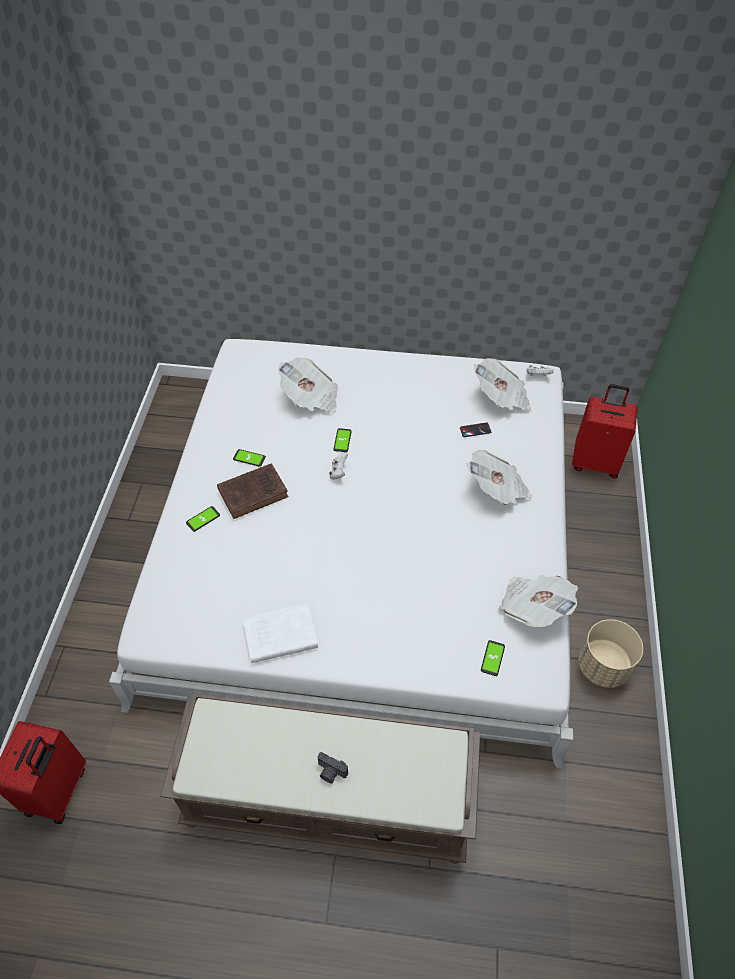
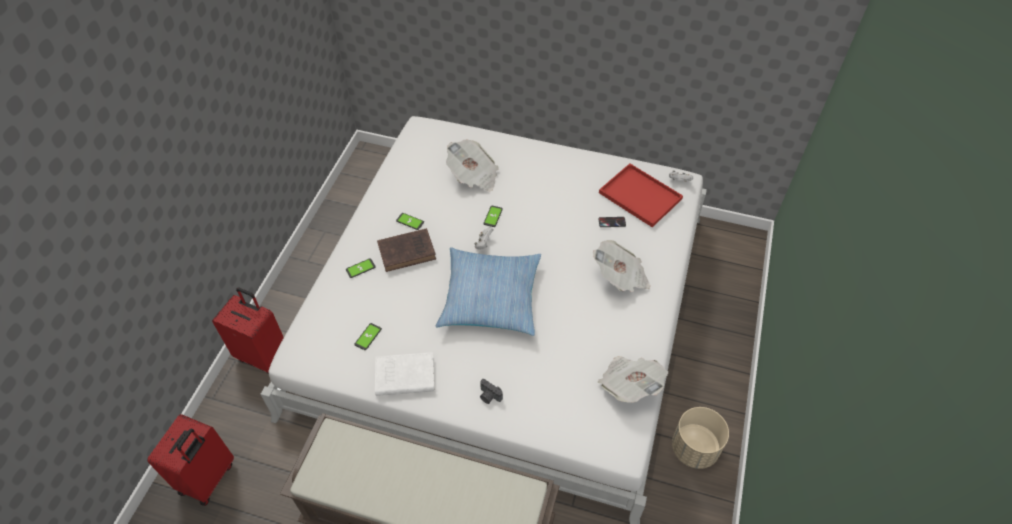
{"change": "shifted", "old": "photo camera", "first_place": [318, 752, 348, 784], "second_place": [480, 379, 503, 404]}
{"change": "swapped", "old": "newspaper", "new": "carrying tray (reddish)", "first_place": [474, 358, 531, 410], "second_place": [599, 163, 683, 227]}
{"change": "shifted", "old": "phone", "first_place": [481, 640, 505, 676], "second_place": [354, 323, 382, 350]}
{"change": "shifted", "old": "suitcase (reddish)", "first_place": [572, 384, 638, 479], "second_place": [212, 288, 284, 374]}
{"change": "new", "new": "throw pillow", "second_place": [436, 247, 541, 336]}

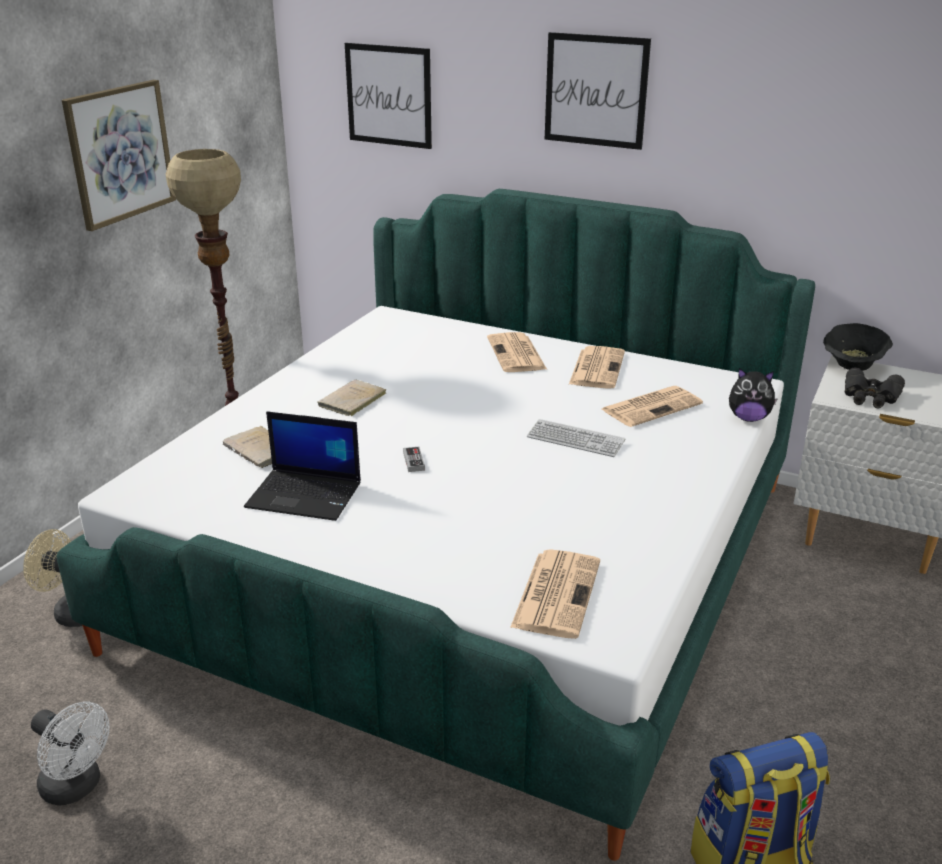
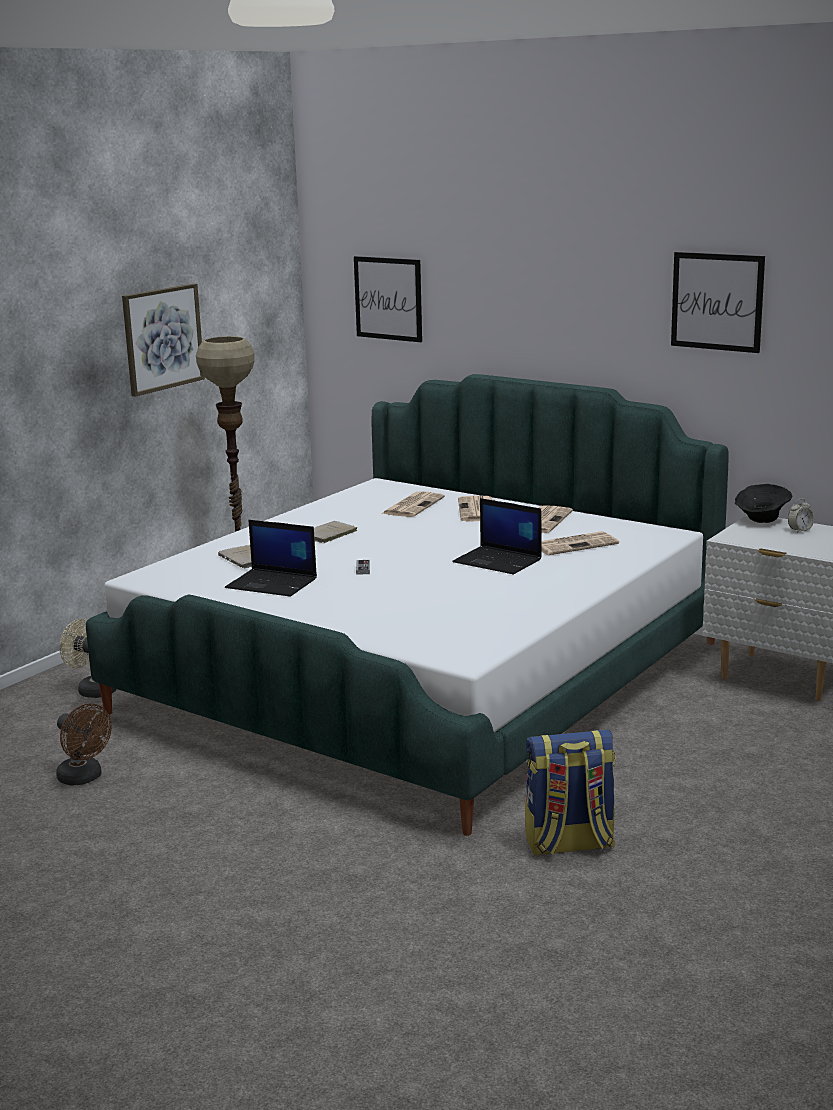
{"change": "repainted", "old": "cooling fan (whitish)", "new": "cooling fan (brown-coloured)", "first_place": [31, 702, 110, 806], "second_place": [56, 704, 112, 786]}
{"change": "shifted", "old": "newspaper", "first_place": [510, 549, 600, 639], "second_place": [382, 491, 445, 517]}
{"change": "swapped", "old": "PC keyboard", "new": "portable computer", "first_place": [527, 419, 625, 457], "second_place": [452, 498, 542, 574]}
{"change": "shifted", "old": "picture", "first_place": [545, 32, 651, 150], "second_place": [671, 252, 765, 353]}
{"change": "gone", "old": "plush toy", "first_place": [729, 368, 778, 422]}
{"change": "gone", "old": "binoculars (black-coloured)", "first_place": [845, 368, 905, 408]}
{"change": "new", "new": "bedside clock", "second_place": [788, 499, 814, 533]}

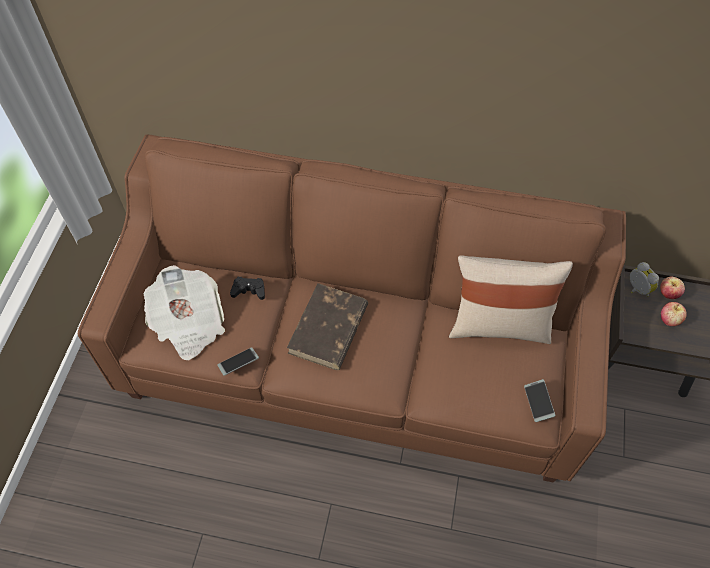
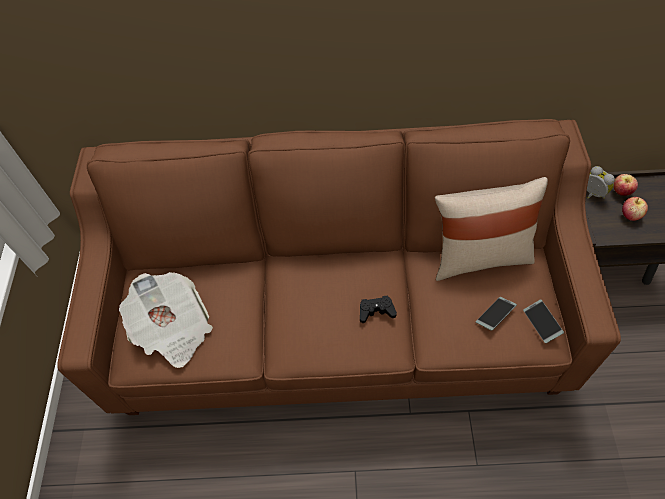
{"change": "shifted", "old": "phone", "first_place": [217, 347, 259, 376], "second_place": [476, 297, 517, 331]}
{"change": "shifted", "old": "game controller (black-coloured)", "first_place": [230, 277, 265, 300], "second_place": [360, 296, 397, 323]}
{"change": "gone", "old": "bound book (brown-coloured)", "first_place": [287, 283, 368, 370]}

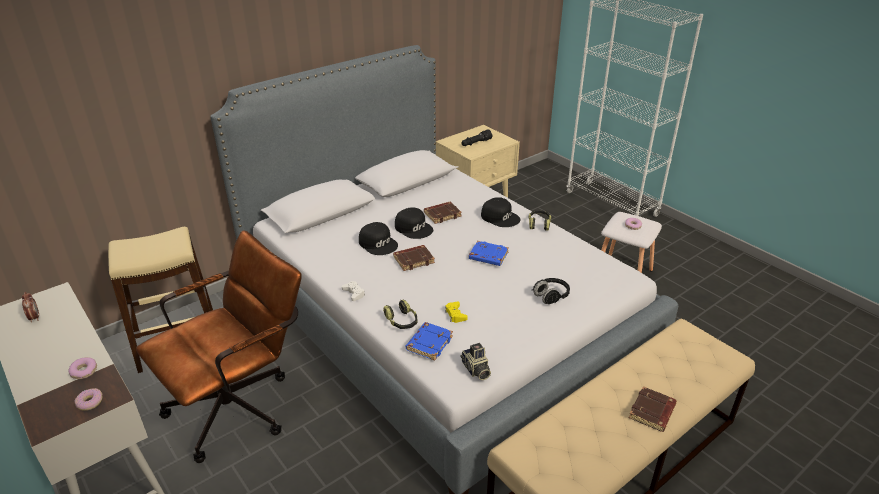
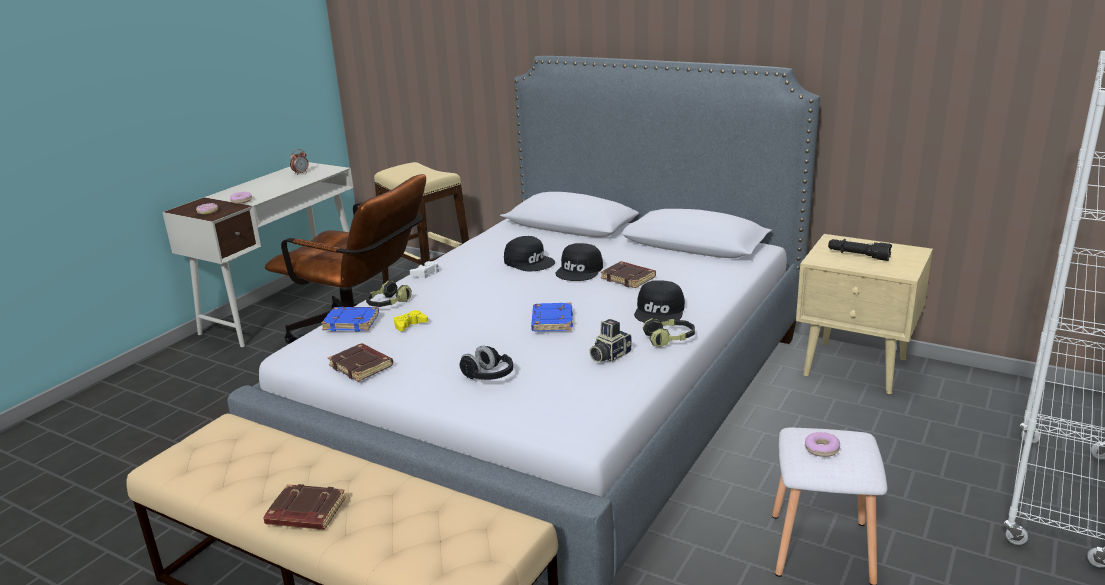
{"change": "rotated", "old": "cap (black-coloured)", "first_place": [359, 222, 398, 255], "second_place": [504, 236, 555, 271], "degrees": -75}
{"change": "shifted", "old": "bound book (brown-coloured)", "first_place": [393, 245, 435, 271], "second_place": [328, 343, 393, 382]}
{"change": "shifted", "old": "photo camera", "first_place": [460, 343, 491, 380], "second_place": [589, 319, 632, 362]}

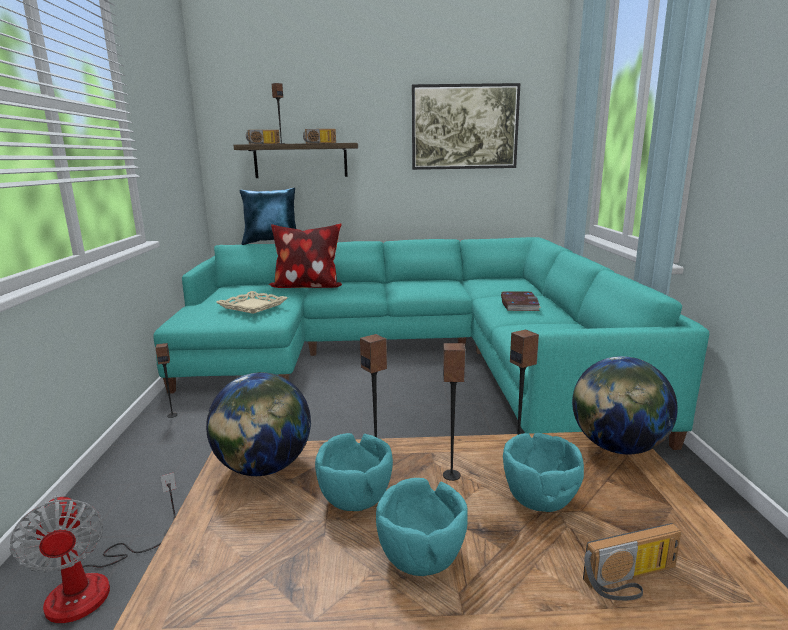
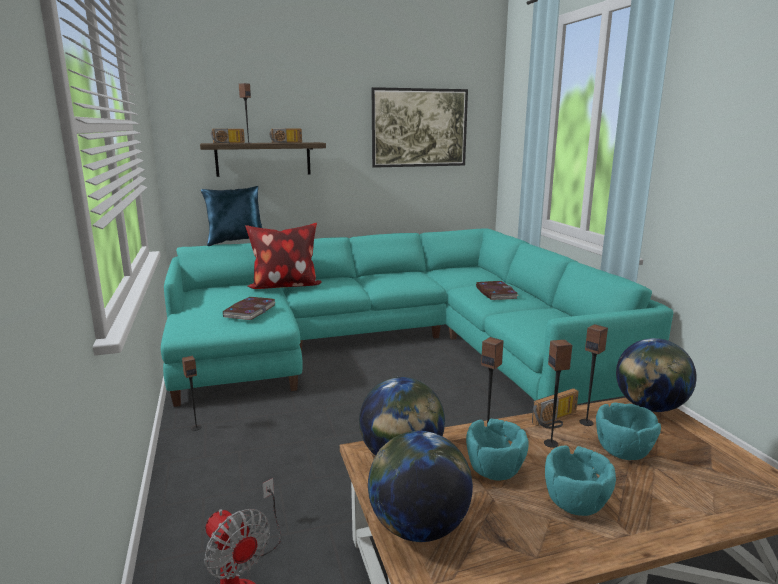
{"change": "swapped", "old": "carrying tray (beige-coloured)", "new": "bound book", "first_place": [216, 291, 288, 314], "second_place": [223, 297, 275, 320]}
{"change": "shifted", "old": "radio receiver", "first_place": [583, 523, 681, 601], "second_place": [532, 388, 578, 429]}
{"change": "new", "new": "world globe", "second_place": [368, 431, 473, 542]}

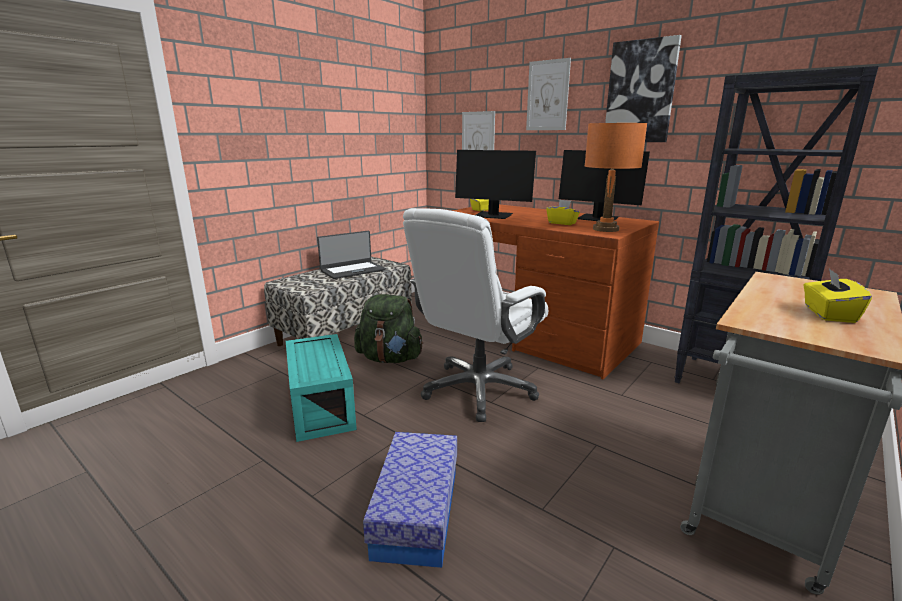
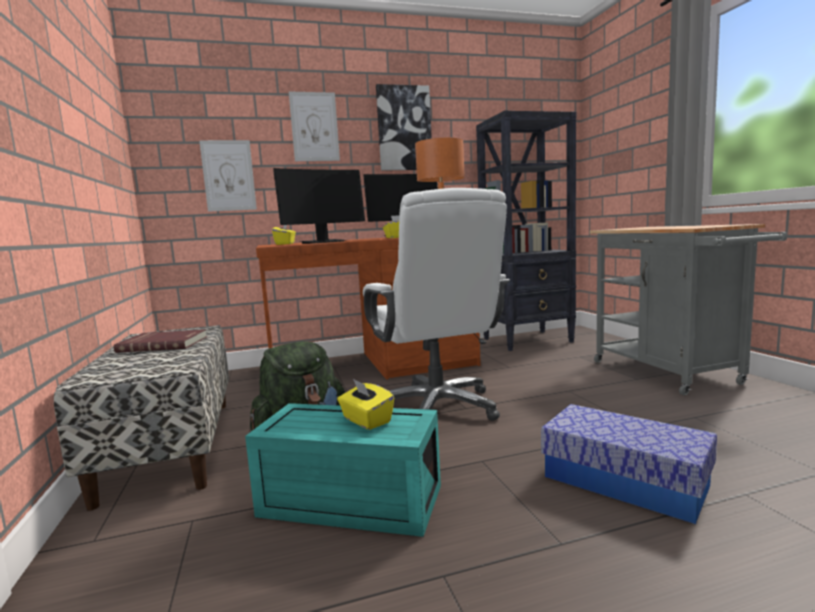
{"change": "swapped", "old": "portable computer", "new": "bound book (reddish)", "first_place": [317, 231, 386, 279], "second_place": [114, 329, 207, 353]}
{"change": "shifted", "old": "tissue box (yellowish)", "first_place": [804, 268, 872, 323], "second_place": [337, 379, 394, 430]}

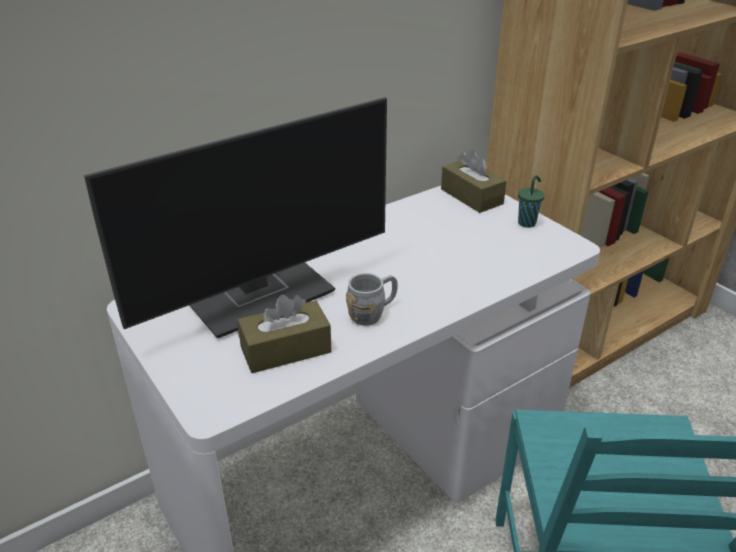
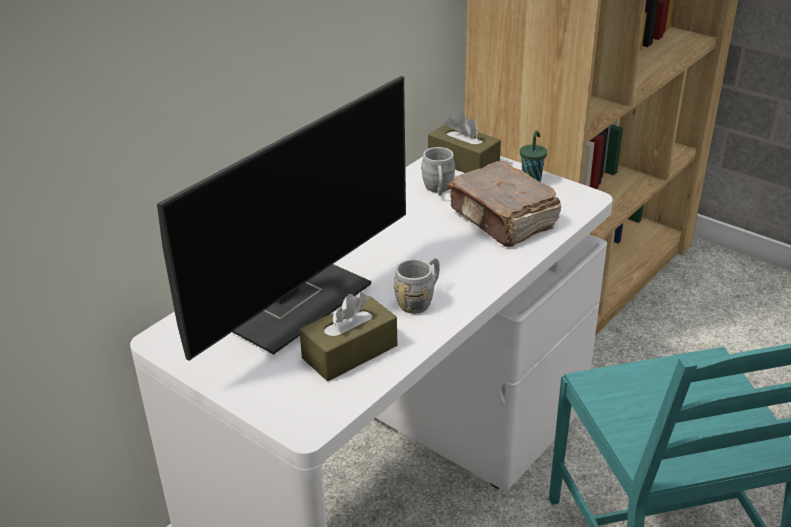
{"change": "new", "new": "tea mug (greyish)", "second_place": [421, 147, 455, 195]}
{"change": "new", "new": "bound book (brown-coloured)", "second_place": [447, 161, 561, 247]}

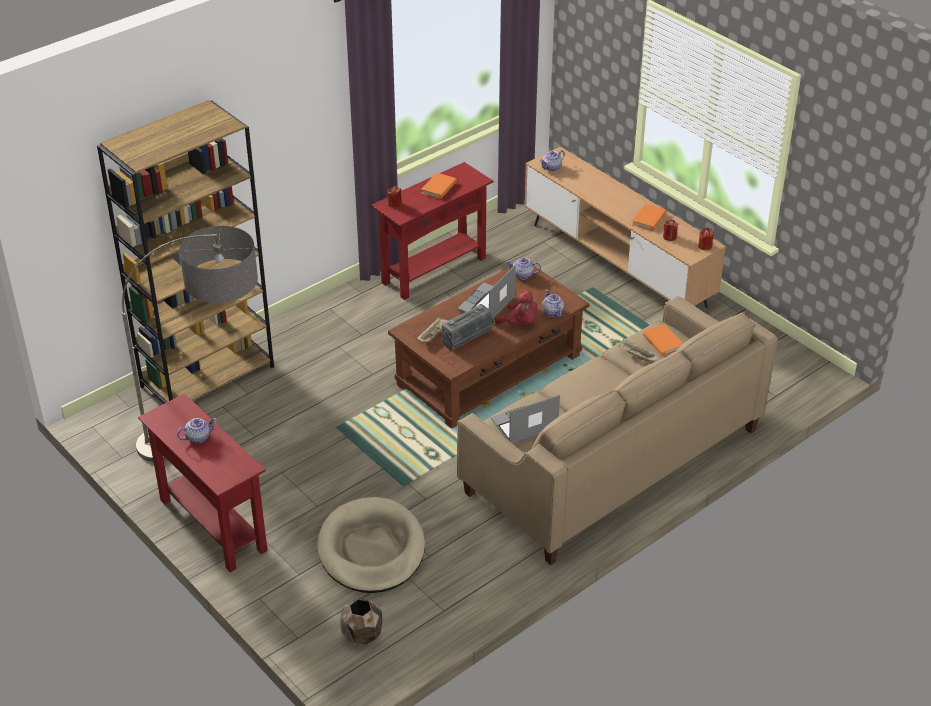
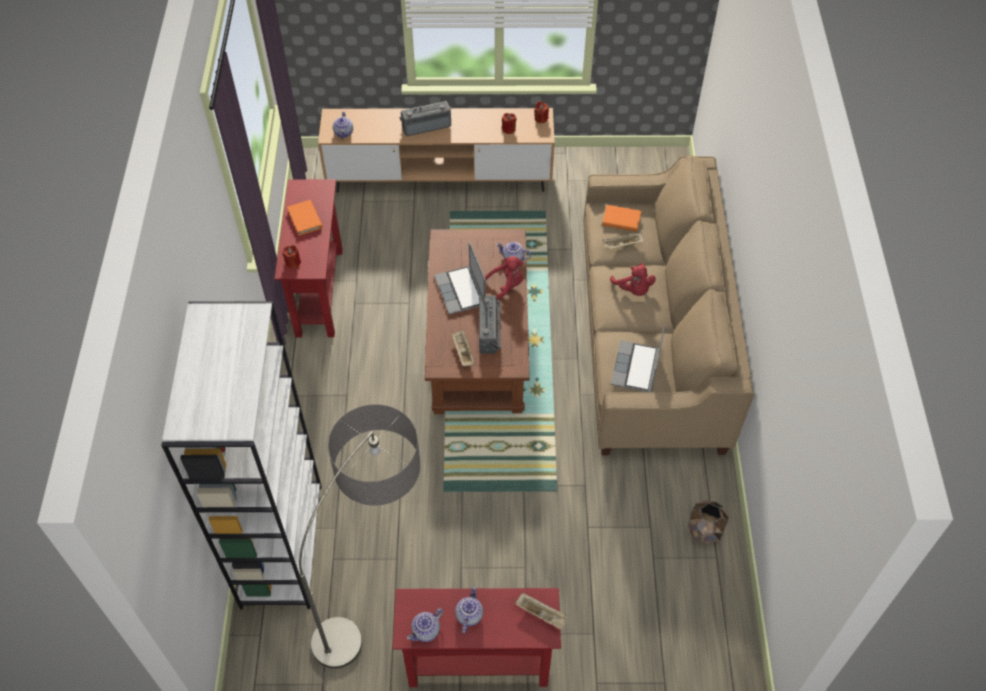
{"change": "repainted", "old": "shelving unit (brown-coloured)", "new": "shelving unit (whitish)", "first_place": [97, 100, 274, 404], "second_place": [161, 301, 322, 610]}
{"change": "gone", "old": "dog cushion (beige-coloured)", "first_place": [317, 497, 425, 593]}
{"change": "shifted", "old": "flower pot (brown-coloured)", "first_place": [340, 598, 382, 645], "second_place": [687, 500, 729, 544]}
{"change": "shifted", "old": "pot for tea", "first_place": [506, 258, 541, 279], "second_place": [407, 609, 444, 642]}
{"change": "gone", "old": "bound book (orange-coloured)", "first_place": [632, 204, 667, 231]}
{"change": "new", "new": "radio receiver", "second_place": [400, 101, 451, 136]}
{"change": "new", "new": "carrying tray (beige-coloured)", "second_place": [515, 593, 567, 630]}
{"change": "new", "new": "plush toy (reddish)", "second_place": [610, 263, 656, 296]}

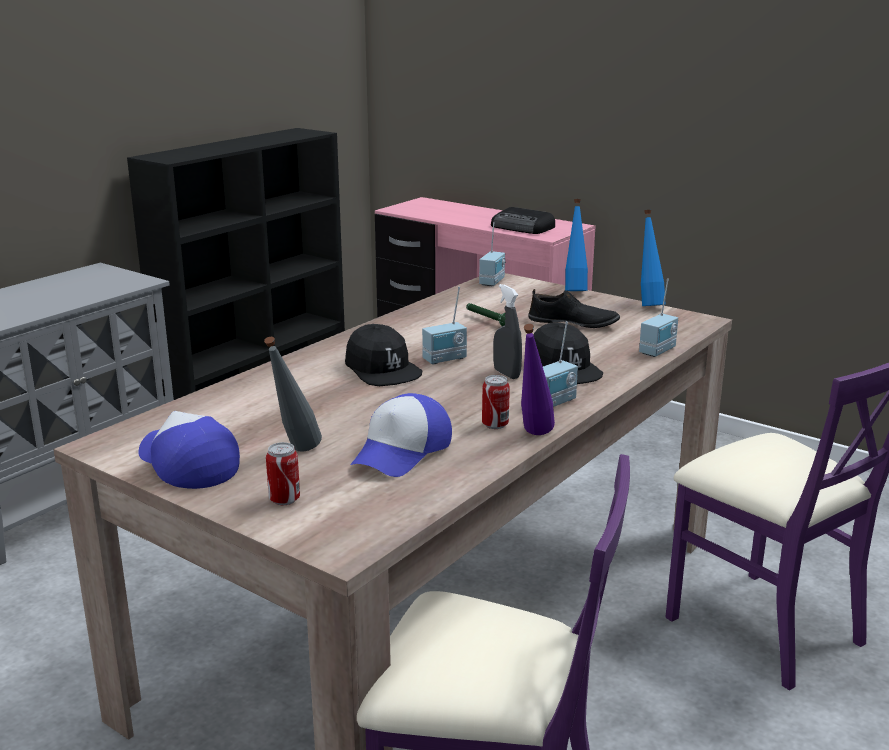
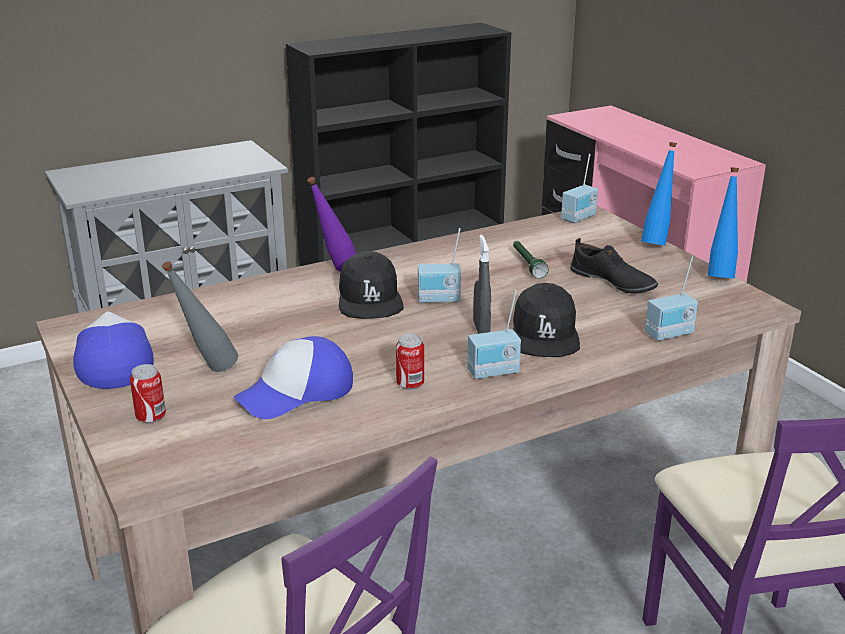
{"change": "gone", "old": "radio receiver", "first_place": [491, 207, 555, 234]}
{"change": "shifted", "old": "beverage bottle (purple-coloured)", "first_place": [521, 324, 555, 435], "second_place": [307, 177, 356, 272]}

